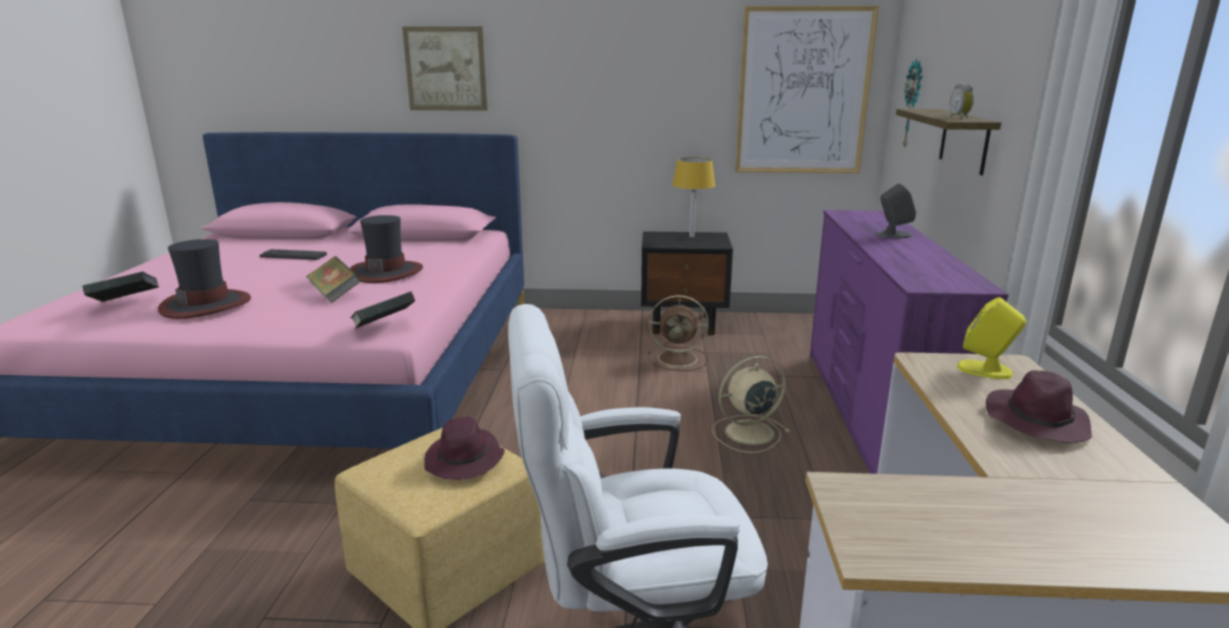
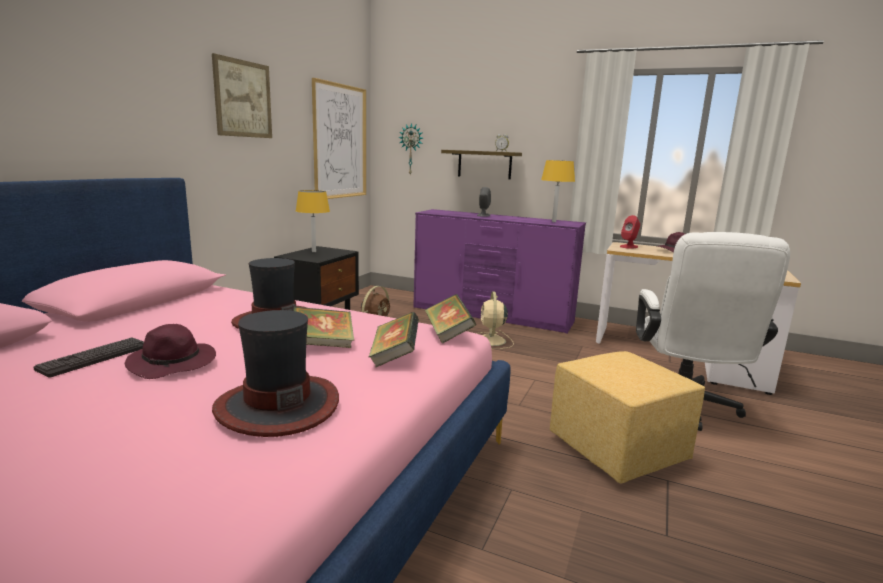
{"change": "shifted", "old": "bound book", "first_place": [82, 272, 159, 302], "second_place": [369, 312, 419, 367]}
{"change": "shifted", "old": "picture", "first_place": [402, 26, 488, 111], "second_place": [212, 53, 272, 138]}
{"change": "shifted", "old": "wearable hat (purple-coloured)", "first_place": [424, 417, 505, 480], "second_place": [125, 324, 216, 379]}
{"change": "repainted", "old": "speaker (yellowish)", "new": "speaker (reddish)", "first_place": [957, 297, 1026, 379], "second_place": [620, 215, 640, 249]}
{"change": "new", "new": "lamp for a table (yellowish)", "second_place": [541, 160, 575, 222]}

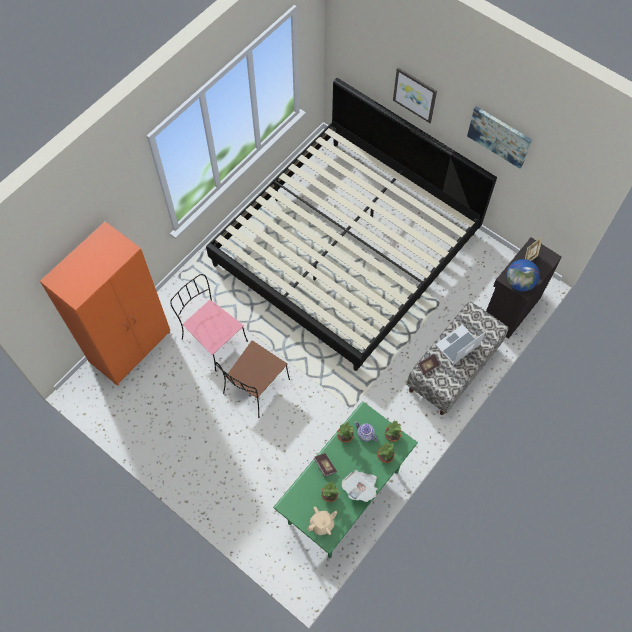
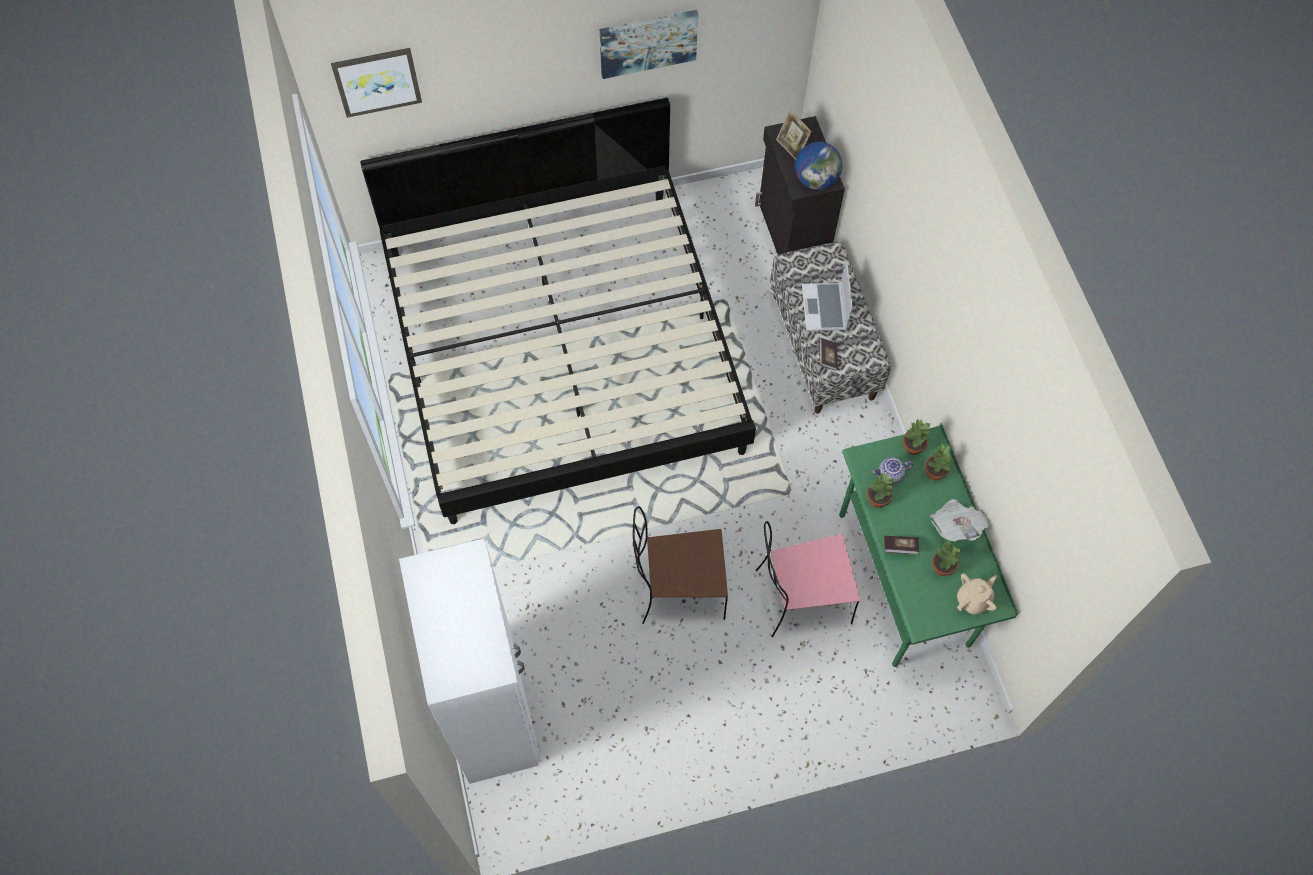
{"change": "repainted", "old": "clothes cupboard (orange-coloured)", "new": "clothes cupboard (whitish)", "first_place": [40, 221, 170, 386], "second_place": [399, 538, 541, 784]}
{"change": "shifted", "old": "plain chair (pink-coloured)", "first_place": [170, 274, 248, 371], "second_place": [756, 521, 860, 637]}
{"change": "rotated", "old": "plain chair (brown-coloured)", "first_place": [215, 340, 290, 418], "second_place": [633, 506, 728, 624], "degrees": 105}
{"change": "rotated", "old": "pot for tea (beige-coloured)", "first_place": [307, 507, 337, 535], "second_place": [957, 573, 998, 614], "degrees": 45}
{"change": "shifted", "old": "picture", "first_place": [393, 68, 437, 123], "second_place": [331, 48, 422, 118]}

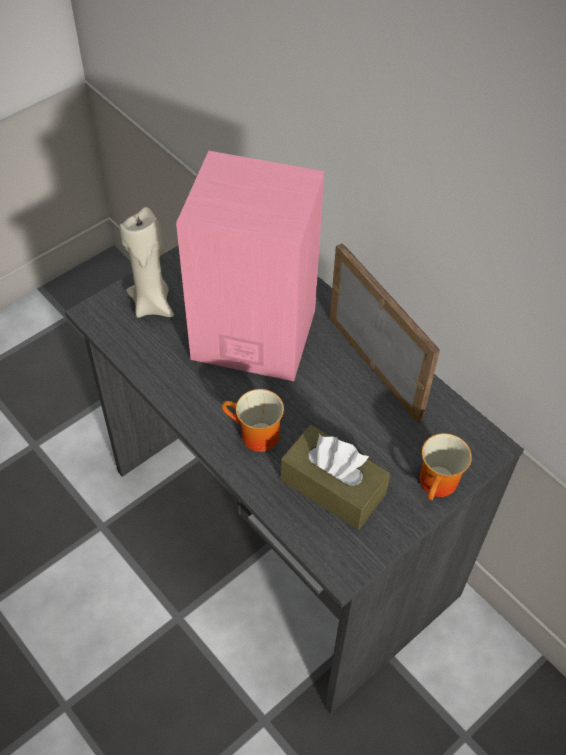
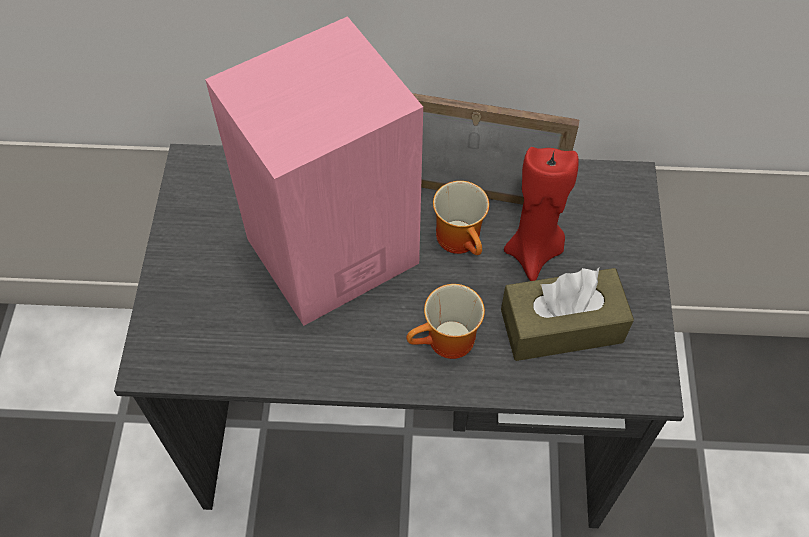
{"change": "gone", "old": "wax light (beige-coloured)", "first_place": [120, 207, 174, 318]}
{"change": "shifted", "old": "tea mug", "first_place": [420, 433, 472, 500], "second_place": [433, 181, 489, 255]}
{"change": "new", "new": "wax light (reddish)", "second_place": [504, 147, 579, 281]}

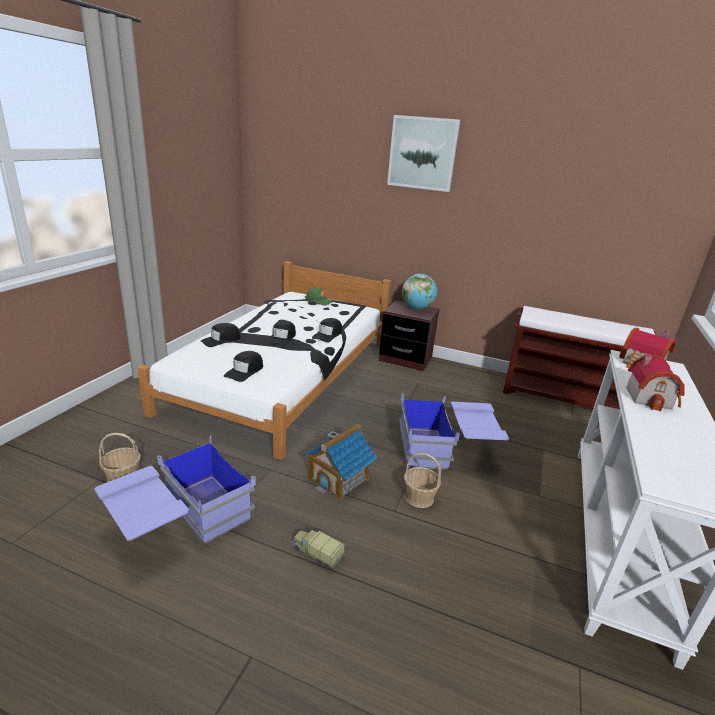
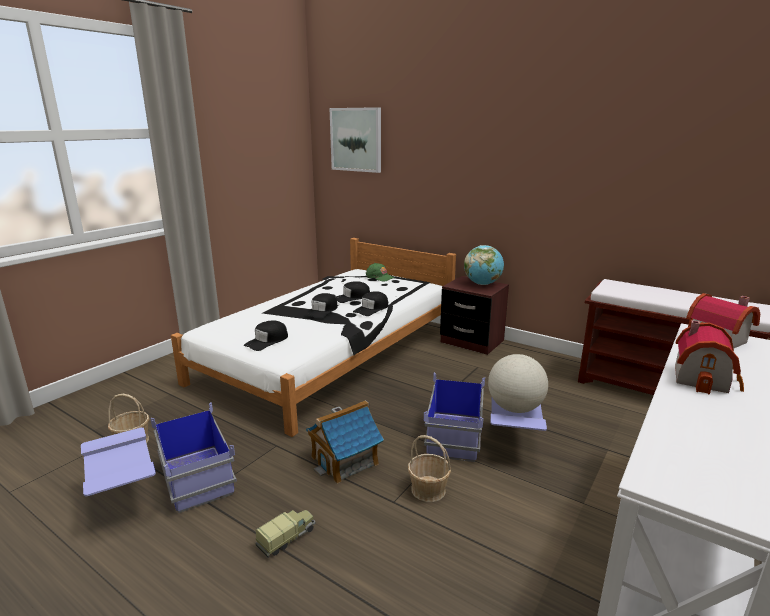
{"change": "shifted", "old": "cap (black-coloured)", "first_place": [201, 323, 241, 347], "second_place": [335, 281, 370, 303]}
{"change": "rotated", "old": "toy lorry", "first_place": [292, 530, 345, 570], "second_place": [255, 510, 316, 558], "degrees": 90}
{"change": "shifted", "old": "picture", "first_place": [387, 115, 460, 192], "second_place": [329, 107, 381, 173]}
{"change": "new", "new": "world globe", "second_place": [488, 354, 548, 413]}

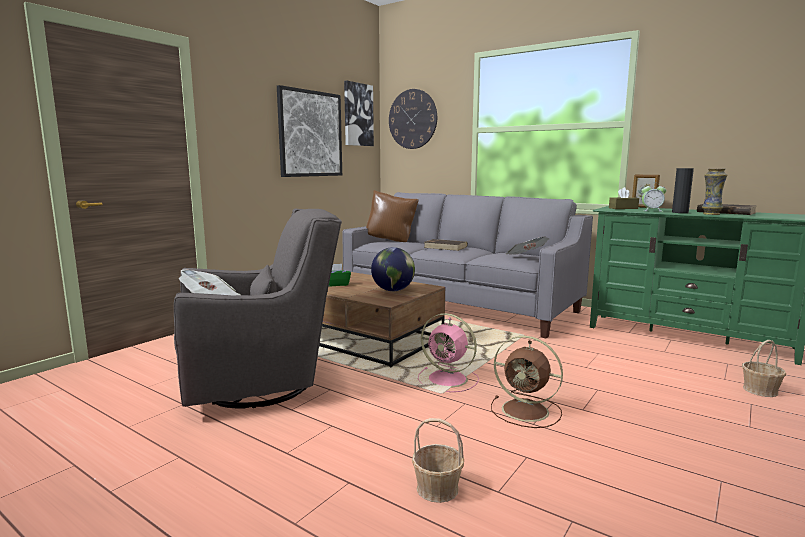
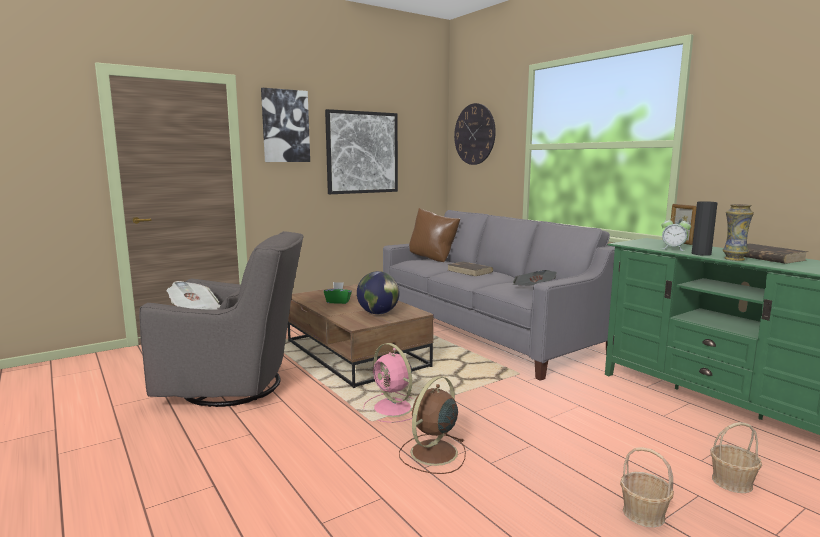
{"change": "shifted", "old": "picture", "first_place": [344, 81, 374, 146], "second_place": [261, 88, 310, 162]}
{"change": "shifted", "old": "household basket", "first_place": [412, 418, 464, 503], "second_place": [620, 447, 674, 528]}
{"change": "rotated", "old": "cooling fan (brown-coloured)", "first_place": [491, 336, 563, 428], "second_place": [399, 376, 466, 474], "degrees": 75}
{"change": "gone", "old": "tissue box (brown-coloured)", "first_place": [609, 187, 639, 209]}

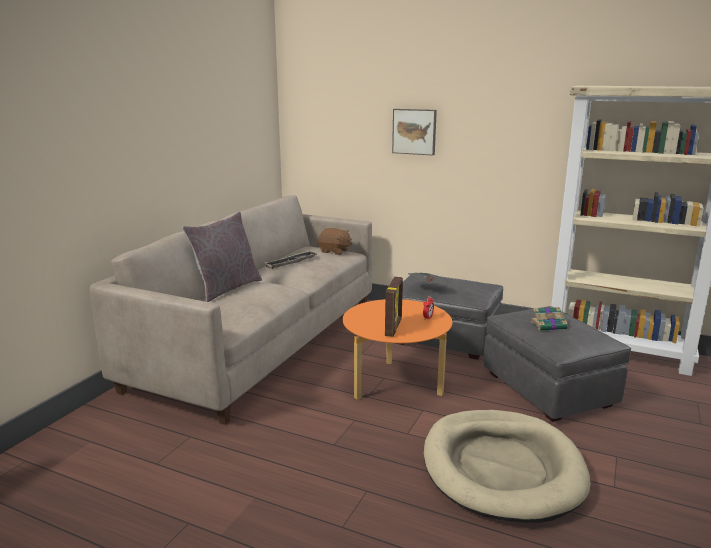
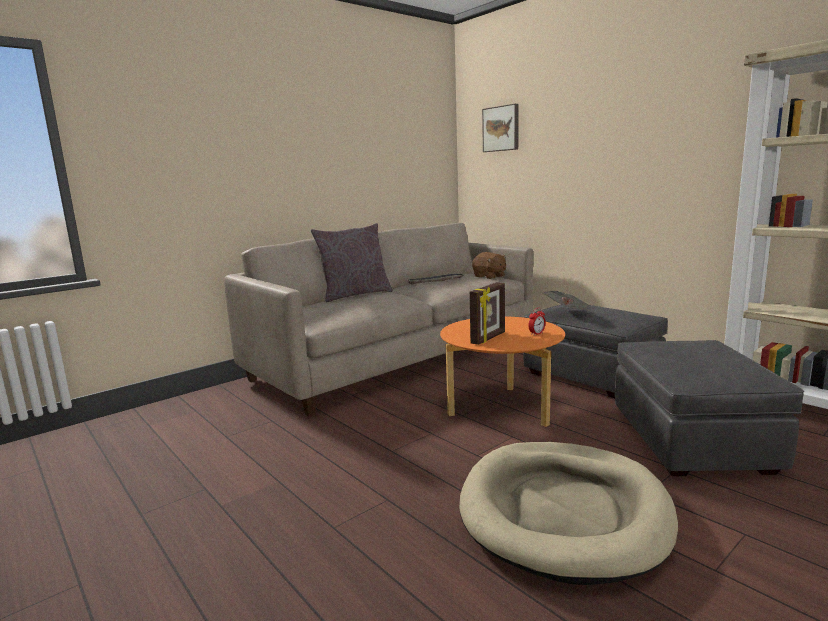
{"change": "shifted", "old": "picture", "first_place": [392, 109, 437, 156], "second_place": [482, 104, 519, 152]}
{"change": "gone", "old": "bound book", "first_place": [531, 307, 569, 331]}

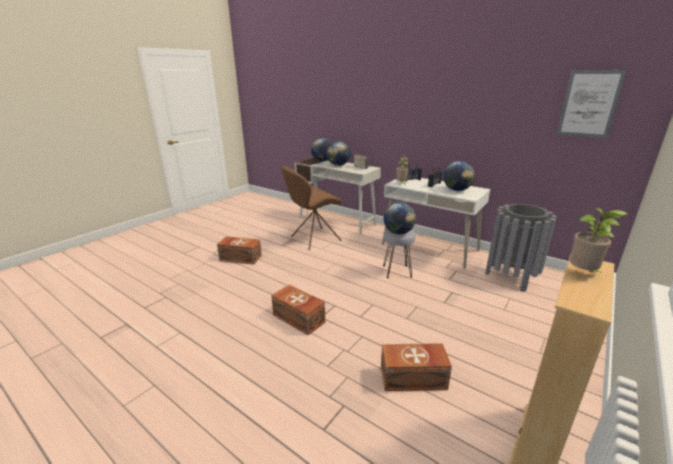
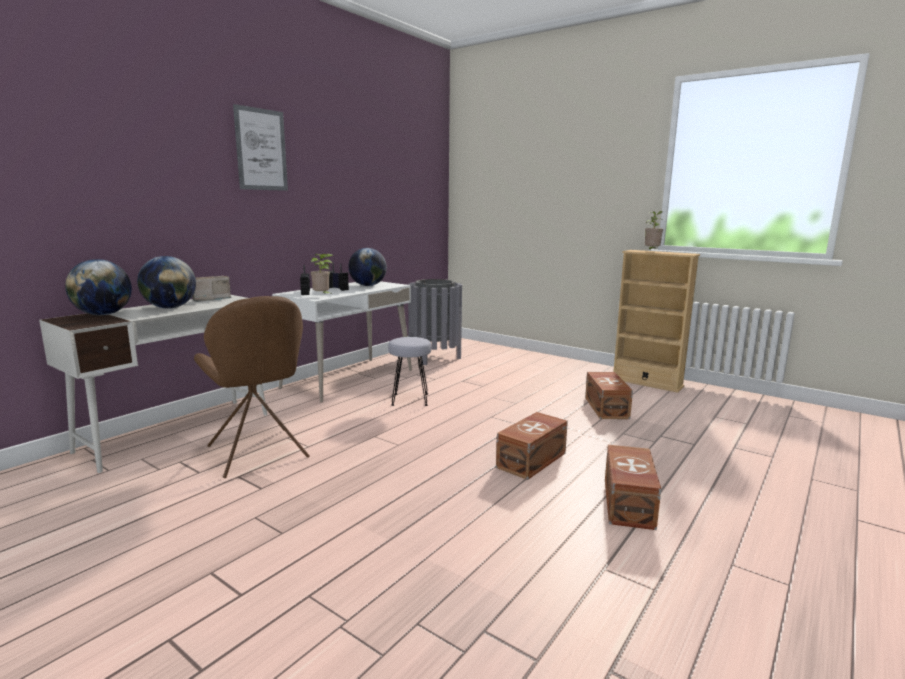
{"change": "shifted", "old": "storage bin (brown-coloured)", "first_place": [217, 237, 262, 265], "second_place": [605, 445, 661, 530]}
{"change": "gone", "old": "world globe", "first_place": [384, 202, 416, 234]}
{"change": "shifted", "old": "picture", "first_place": [556, 70, 627, 138], "second_place": [233, 104, 288, 191]}

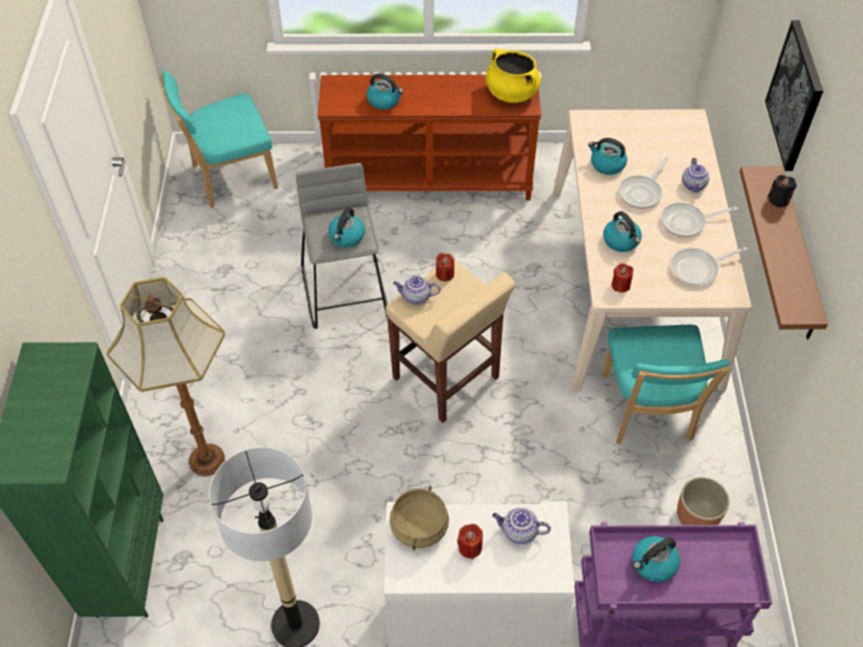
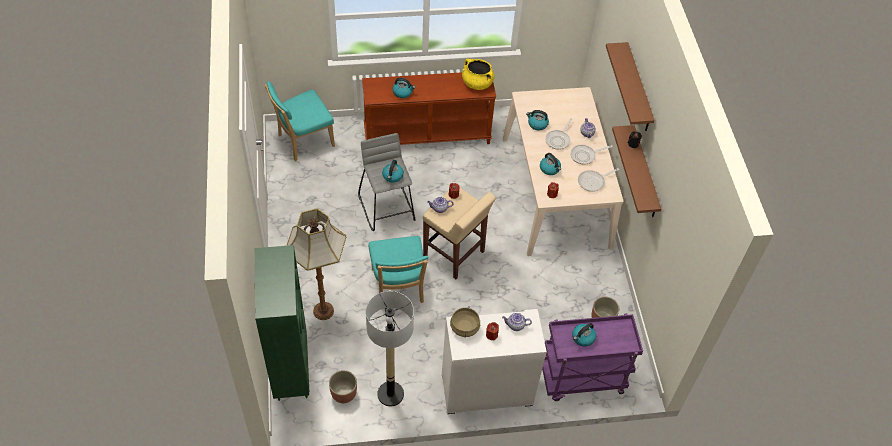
{"change": "shifted", "old": "plain chair (turquoise)", "first_place": [602, 325, 731, 444], "second_place": [369, 236, 428, 303]}
{"change": "swapped", "old": "picture", "new": "wall shelf (brown-coloured)", "first_place": [765, 20, 823, 171], "second_place": [606, 42, 655, 131]}
{"change": "new", "new": "flower pot", "second_place": [329, 370, 357, 403]}

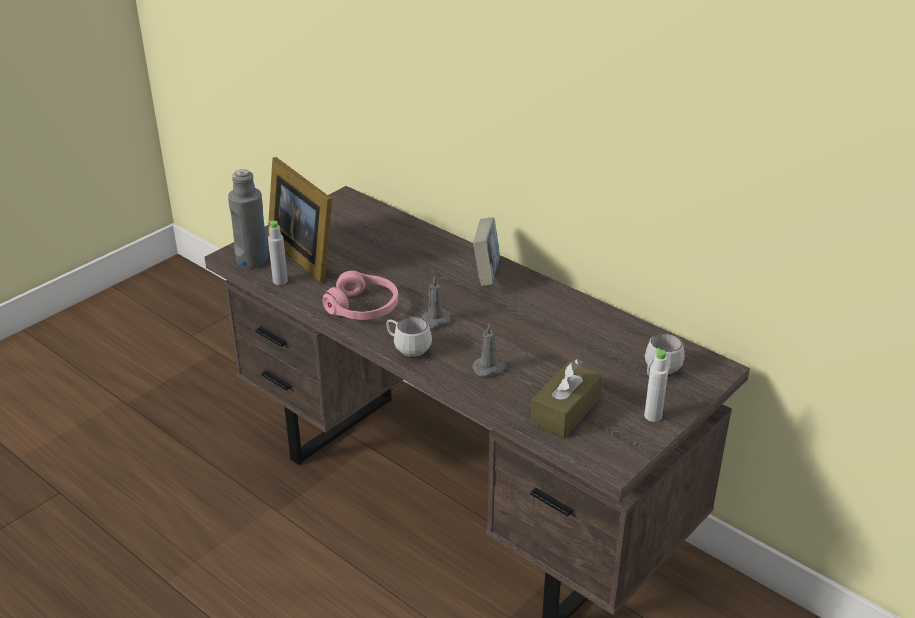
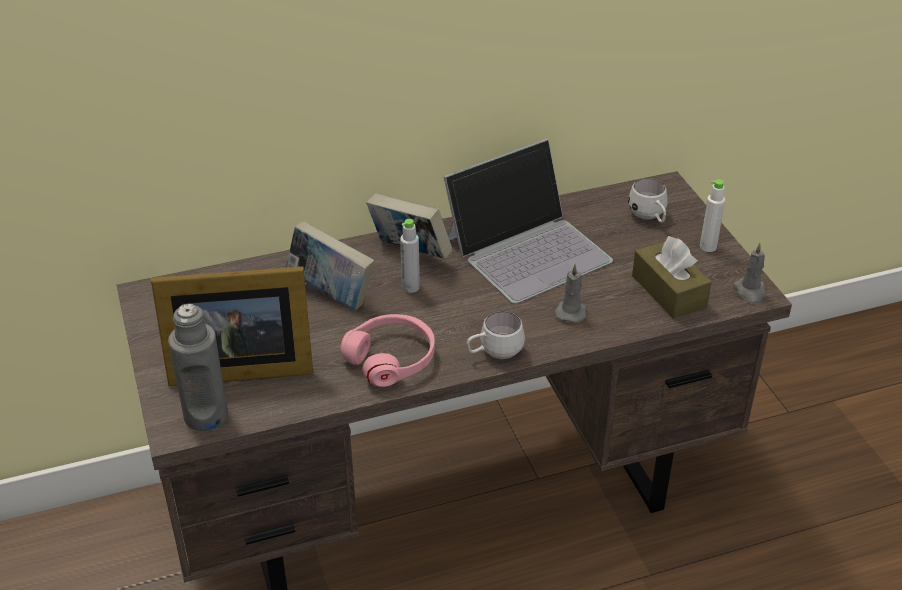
{"change": "shifted", "old": "beverage bottle (greyish)", "first_place": [268, 221, 288, 285], "second_place": [400, 219, 420, 293]}
{"change": "shifted", "old": "wax light (greyish)", "first_place": [422, 276, 450, 328], "second_place": [733, 243, 766, 304]}
{"change": "new", "new": "bound book", "second_place": [286, 221, 374, 310]}
{"change": "new", "new": "portable computer", "second_place": [443, 139, 613, 304]}

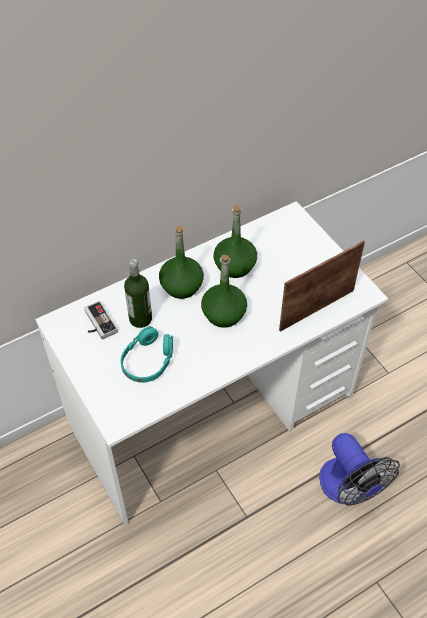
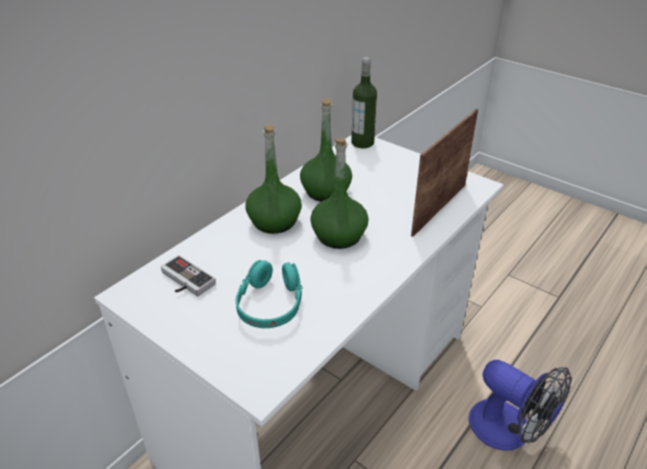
{"change": "shifted", "old": "beverage bottle", "first_place": [124, 259, 152, 328], "second_place": [351, 57, 377, 148]}

